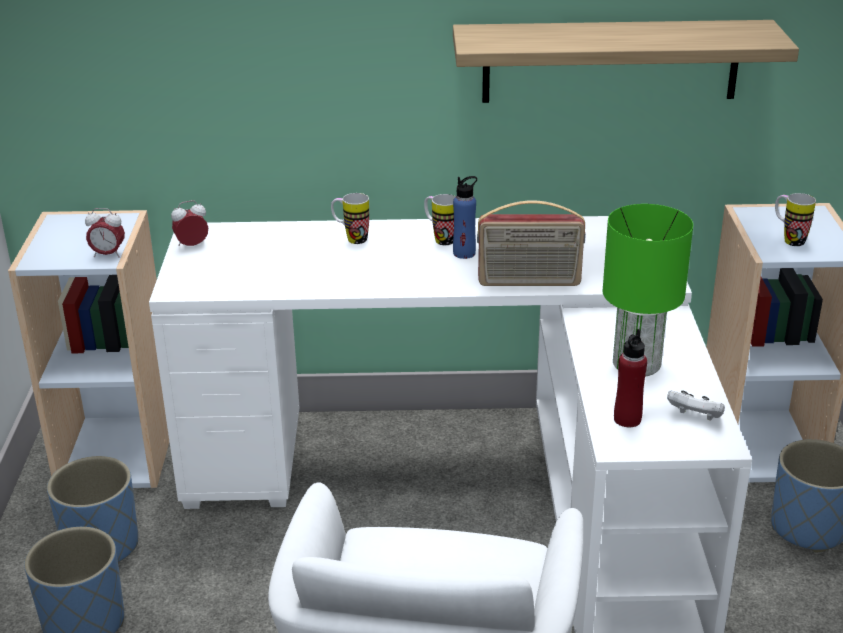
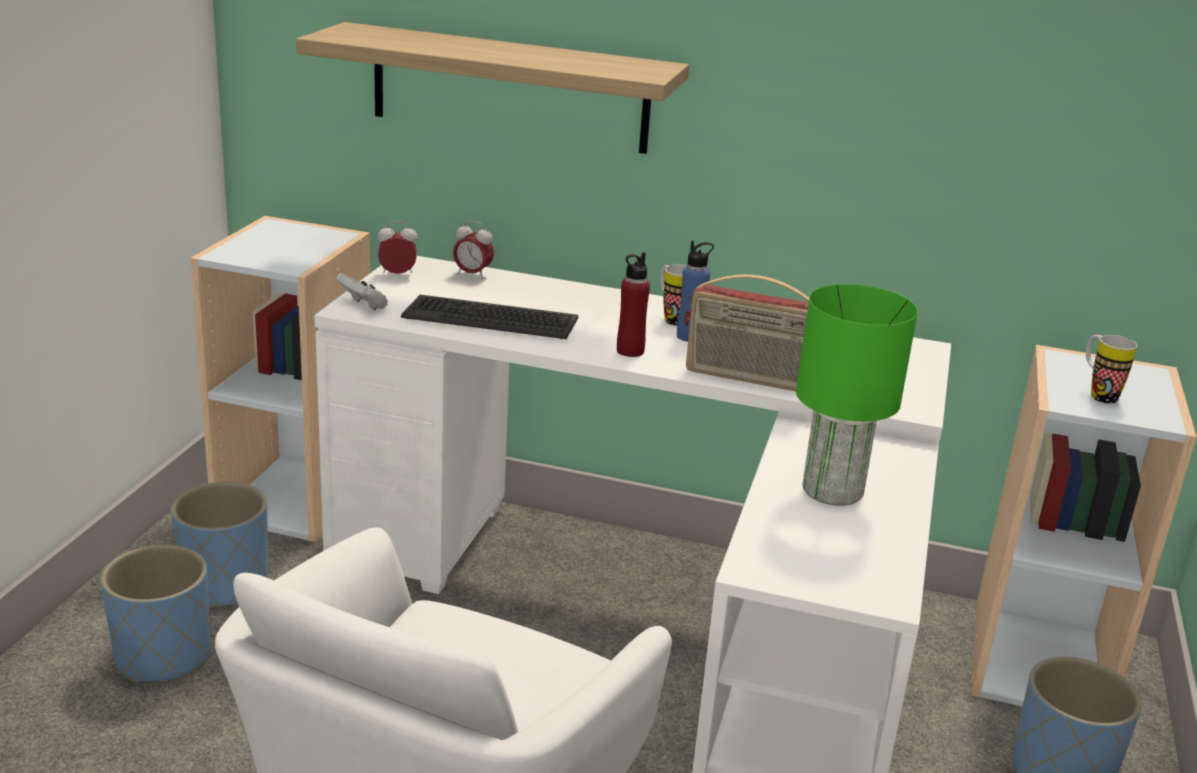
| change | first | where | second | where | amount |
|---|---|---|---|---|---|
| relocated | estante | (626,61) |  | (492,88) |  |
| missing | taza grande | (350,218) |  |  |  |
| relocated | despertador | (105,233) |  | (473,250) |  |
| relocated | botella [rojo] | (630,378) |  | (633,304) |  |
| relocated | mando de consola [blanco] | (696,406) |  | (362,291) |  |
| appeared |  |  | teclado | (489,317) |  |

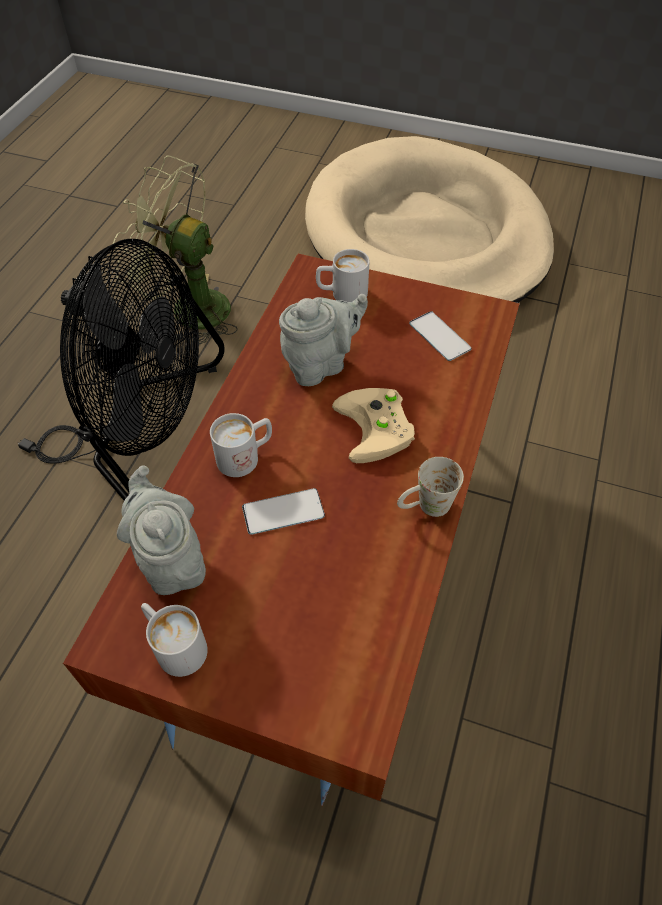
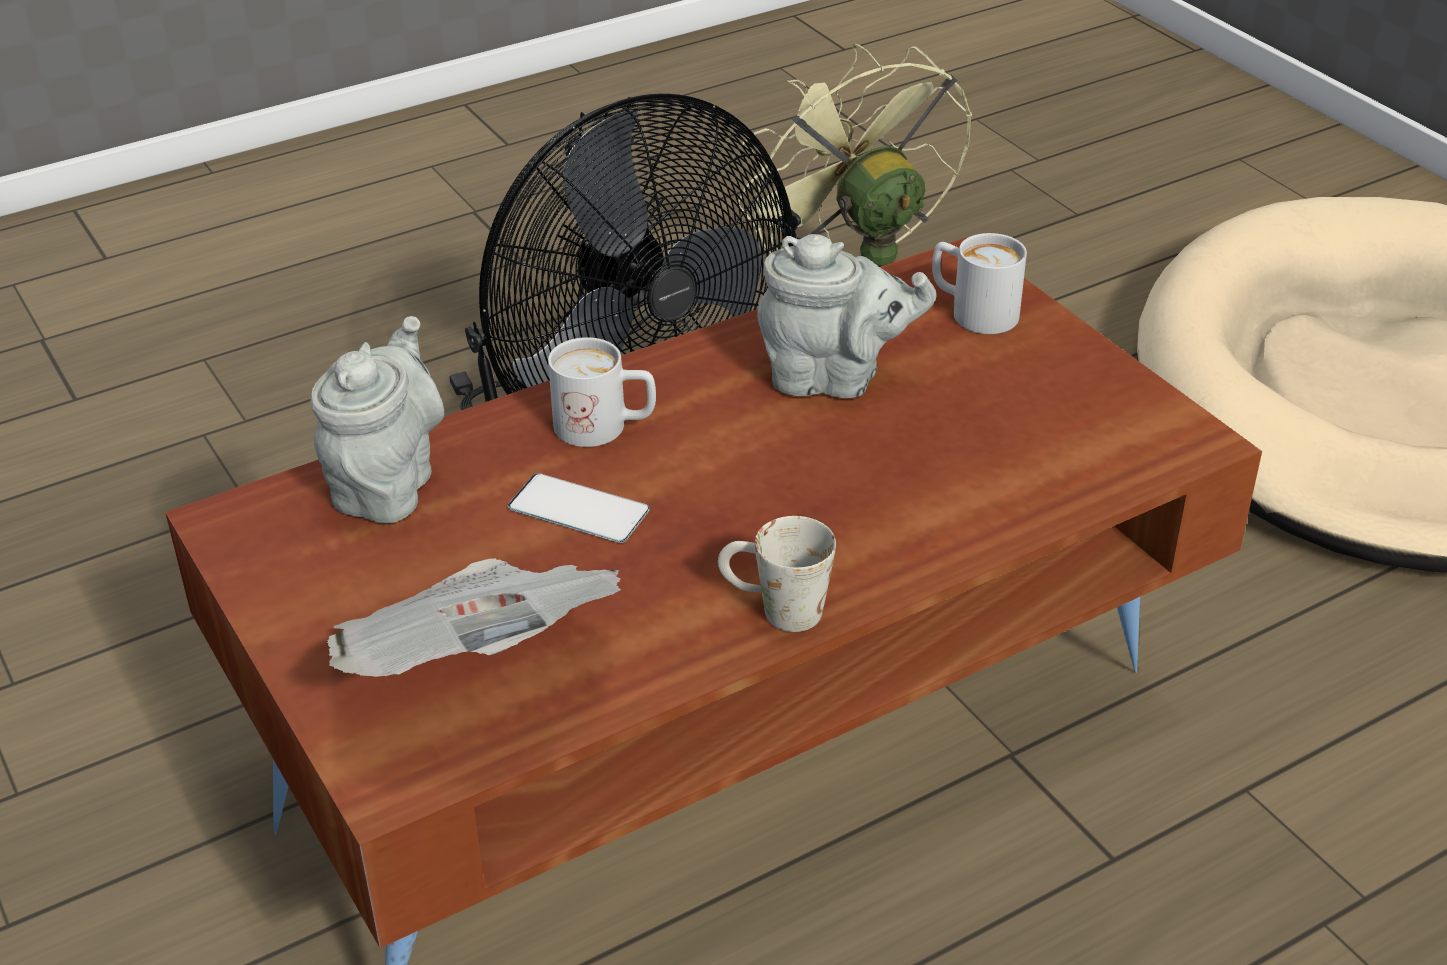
| change | first | where | second | where | amount |
|---|---|---|---|---|---|
| missing | móvil | (440,336) |  |  |  |
| missing | mando de consola [beis] | (373,425) |  |  |  |
| missing | taza grande [blanco] | (174,640) |  |  |  |
| appeared |  |  | periódico | (474,617) |  |

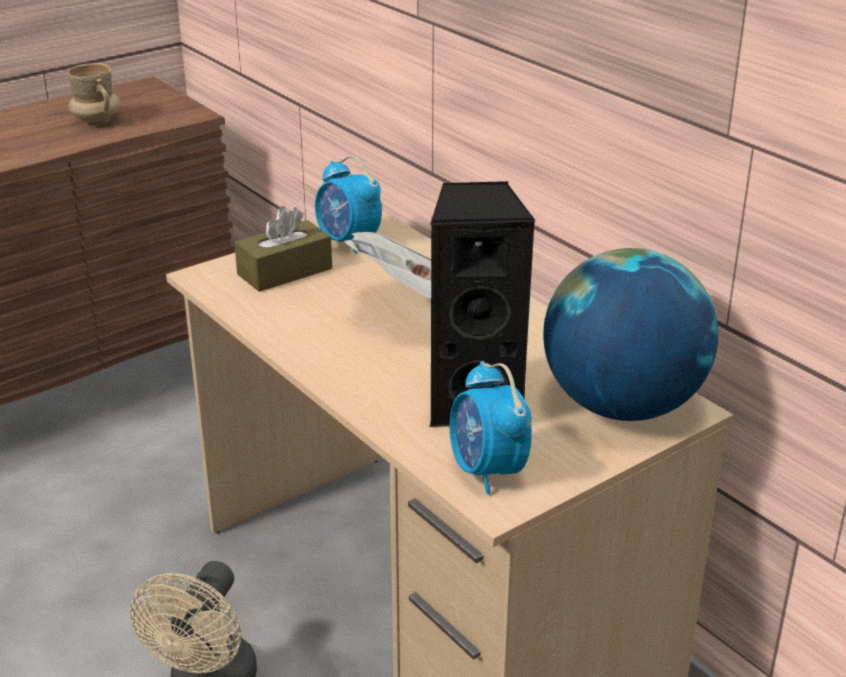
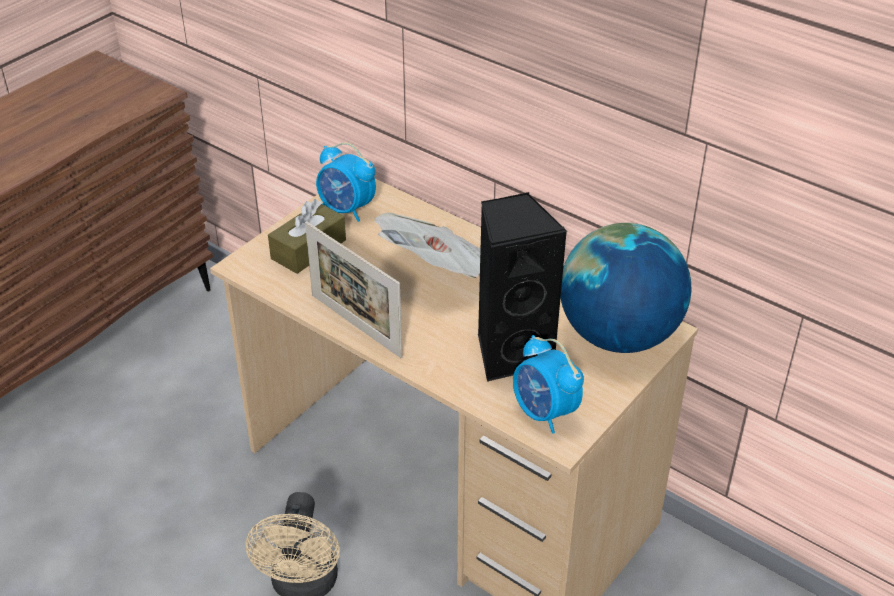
| change | first | where | second | where | amount |
|---|---|---|---|---|---|
| missing | taza grande [beis] | (94,94) |  |  |  |
| appeared |  |  | portarretratos | (353,289) |  |

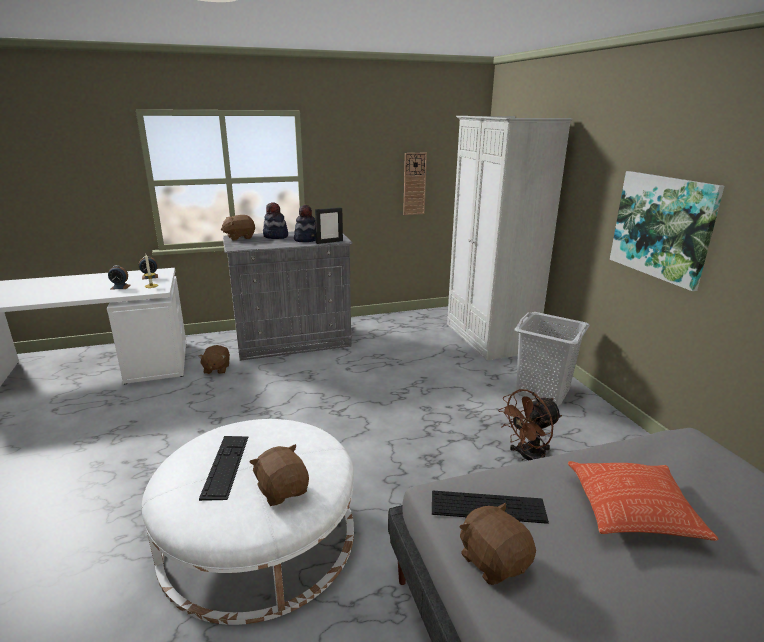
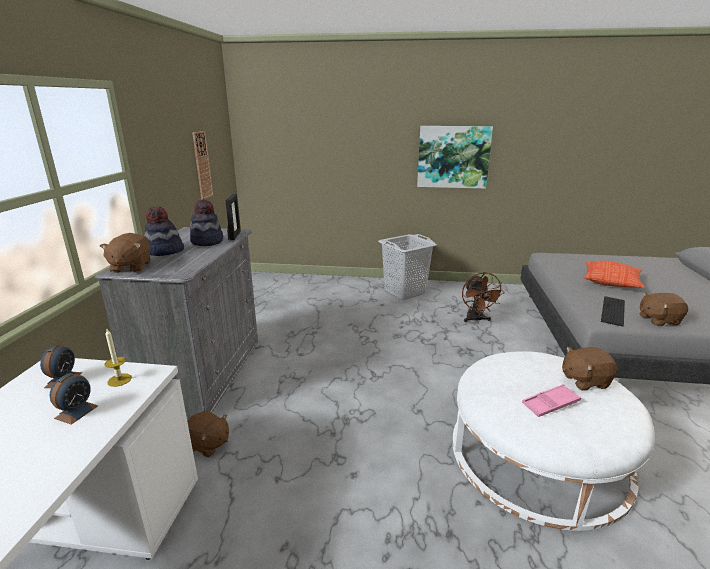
| change | first | where | second | where | amount |
|---|---|---|---|---|---|
| missing | armario ropero [blanco] | (510,238) |  |  |  |
| exchanged | teclado | (223,468) | bandeja [rosa] | (551,400) |  |

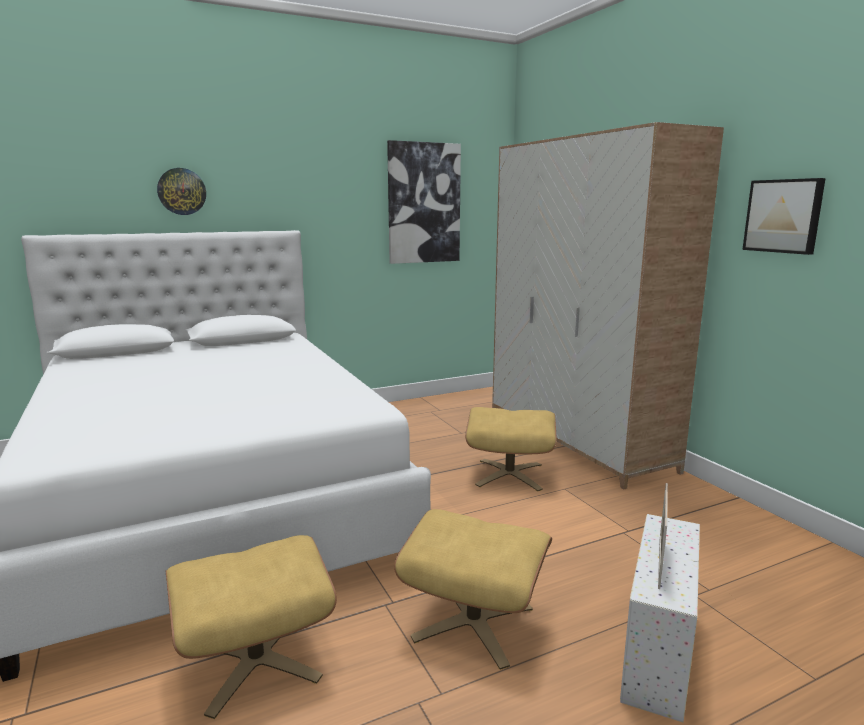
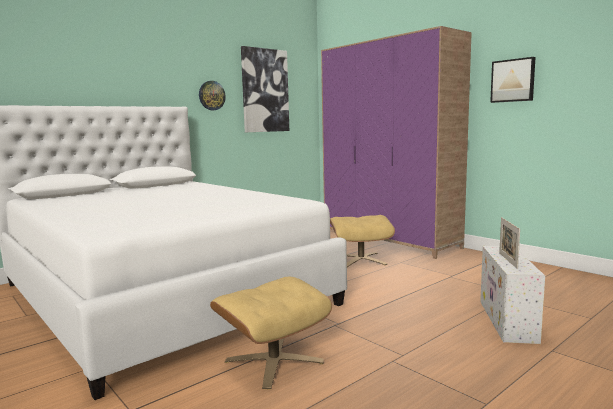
| change | first | where | second | where | amount |
|---|---|---|---|---|---|
| colour | armario ropero [blanco] | (608,306) | armario ropero [morado] | (396,142) |  |
| relocated | reloj de pared | (181,191) |  | (212,95) |  |
| missing | puf [beis] | (473,589) |  |  |  |

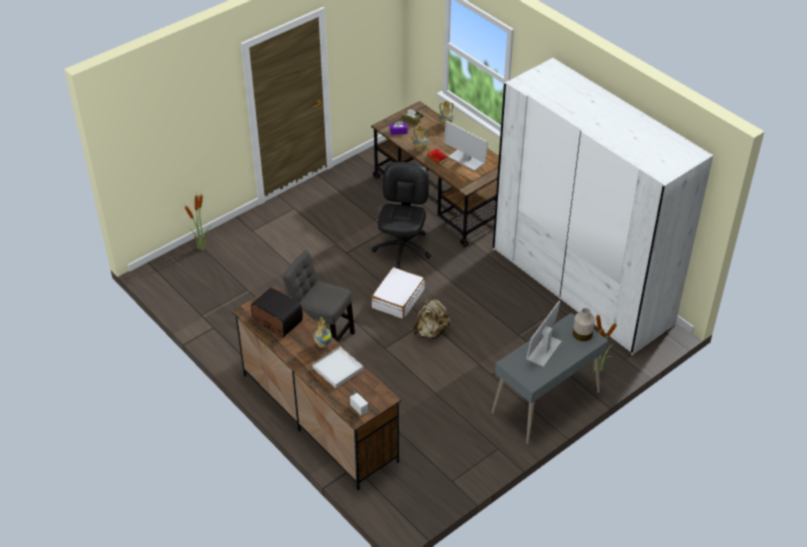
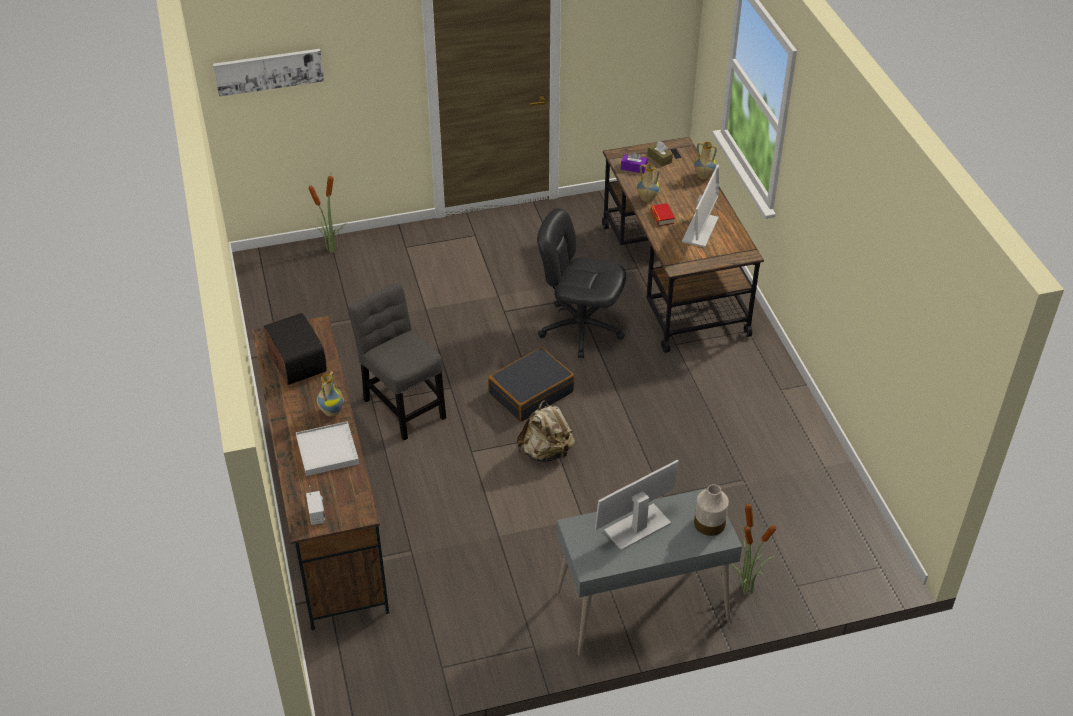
| change | first | where | second | where | amount |
|---|---|---|---|---|---|
| missing | armario ropero [blanco] | (603,206) |  |  |  |
| spun | monitor | (466,146) |  | (700,206) | 135 degrees counterclockwise |
| spun | silla de oficina [negro] | (401,215) |  | (581,283) | 105 degrees counterclockwise |
| colour | maleta [blanco] | (398,293) | maleta [negro] | (531,384) |  |
| appeared |  |  | cuadro | (268,73) |  |

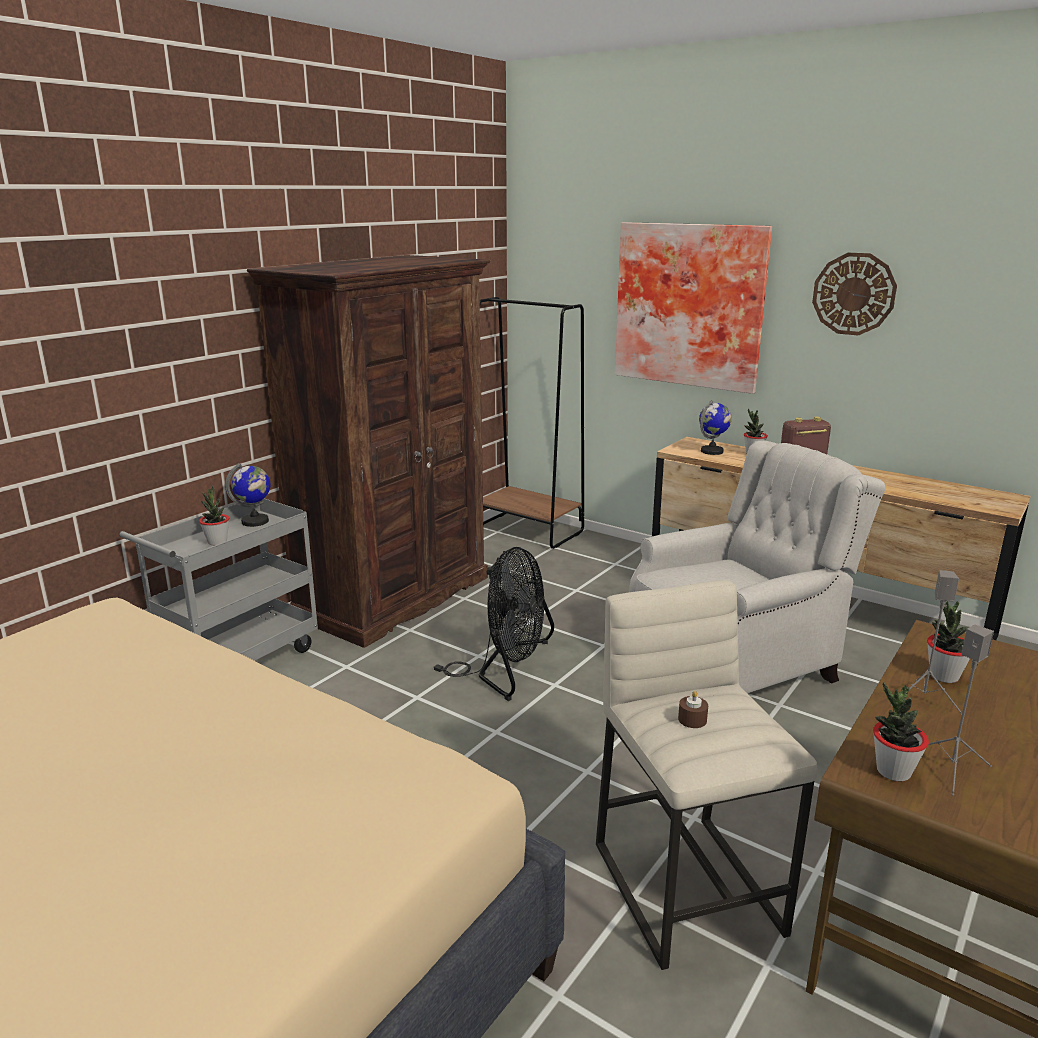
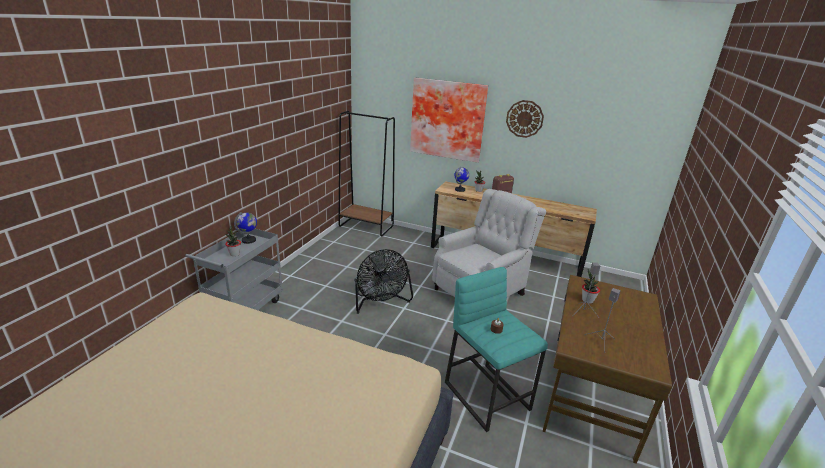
| change | first | where | second | where | amount |
|---|---|---|---|---|---|
| missing | armario ropero [marrón] | (368,451) |  |  |  |
| spun | ventilador [negro] | (493,624) |  | (383,281) | 60 degrees clockwise |
| colour | taburete [beis] | (706,775) | taburete [turquesa] | (496,349) |  |
| missing | planta en maceta | (901,731) |  |  |  |

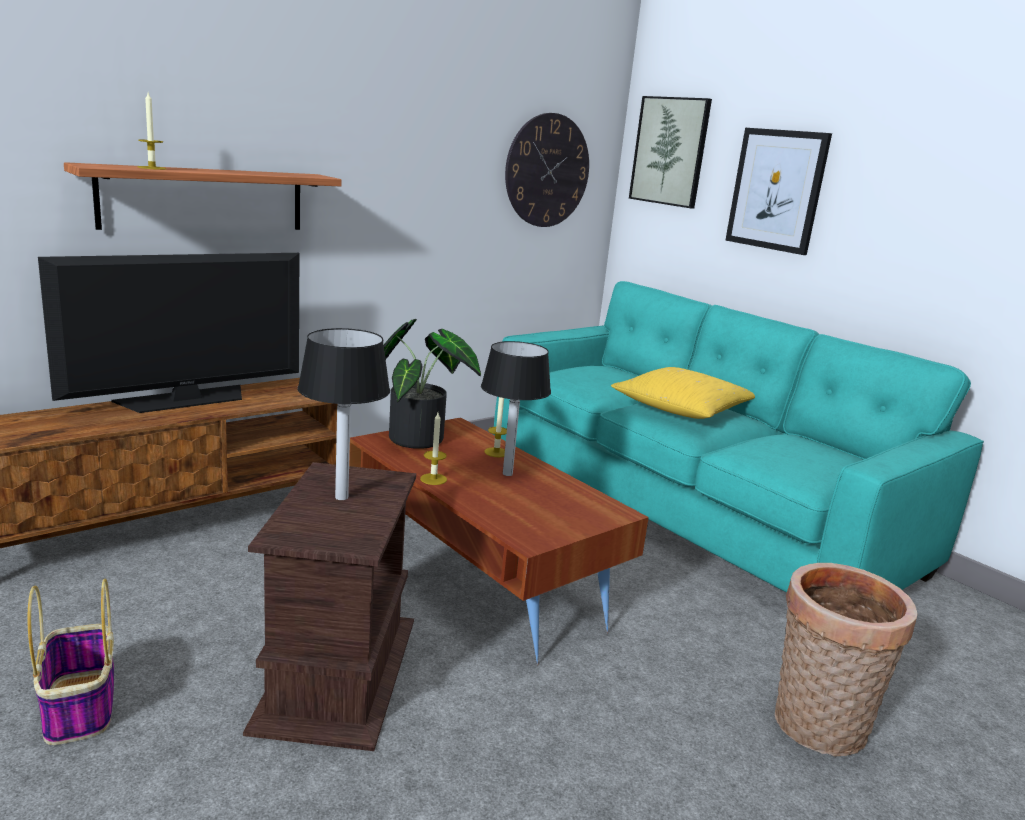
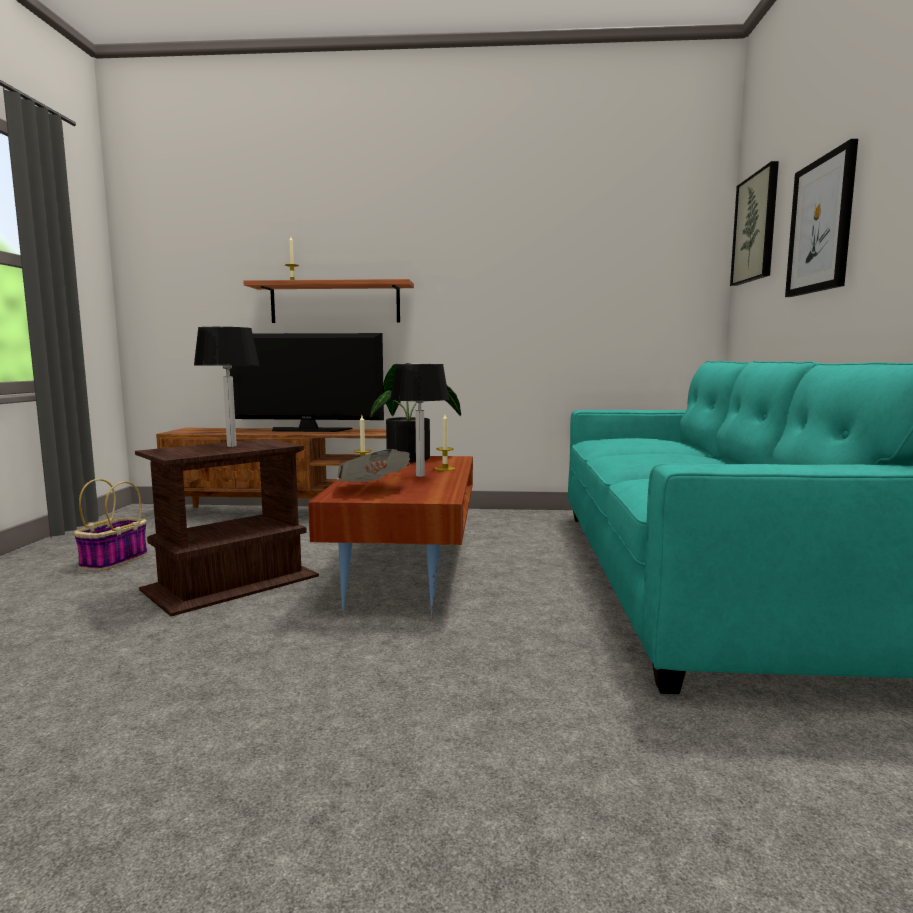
| change | first | where | second | where | amount |
|---|---|---|---|---|---|
| missing | reloj de pared | (547,170) |  |  |  |
| missing | cojín [amarillo] | (683,393) |  |  |  |
| missing | cesta | (846,659) |  |  |  |
| appeared |  |  | periódico | (373,465) |  |

